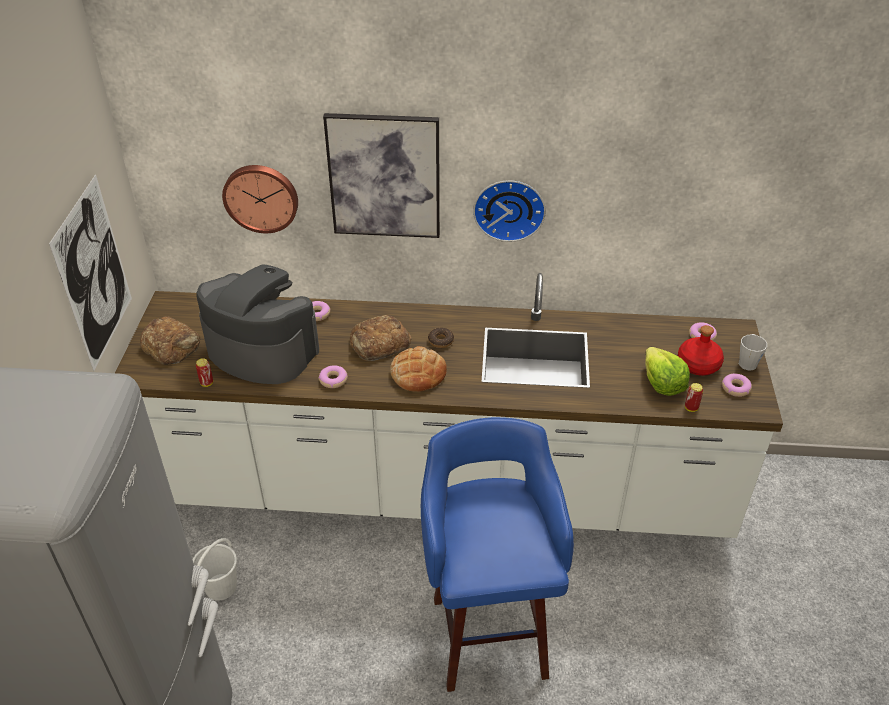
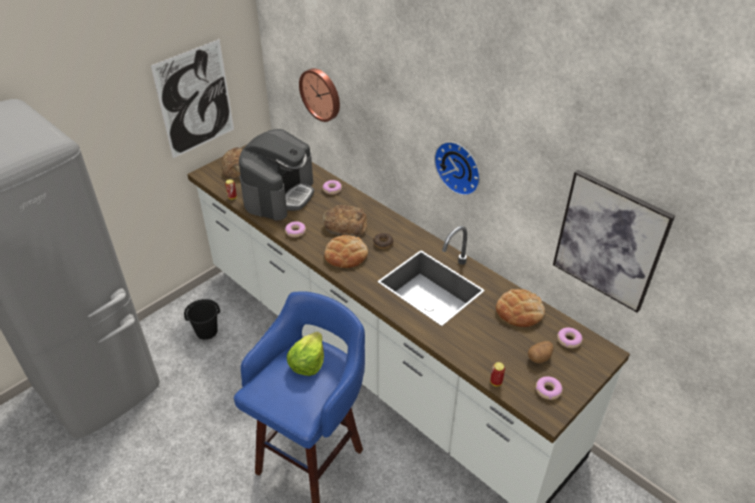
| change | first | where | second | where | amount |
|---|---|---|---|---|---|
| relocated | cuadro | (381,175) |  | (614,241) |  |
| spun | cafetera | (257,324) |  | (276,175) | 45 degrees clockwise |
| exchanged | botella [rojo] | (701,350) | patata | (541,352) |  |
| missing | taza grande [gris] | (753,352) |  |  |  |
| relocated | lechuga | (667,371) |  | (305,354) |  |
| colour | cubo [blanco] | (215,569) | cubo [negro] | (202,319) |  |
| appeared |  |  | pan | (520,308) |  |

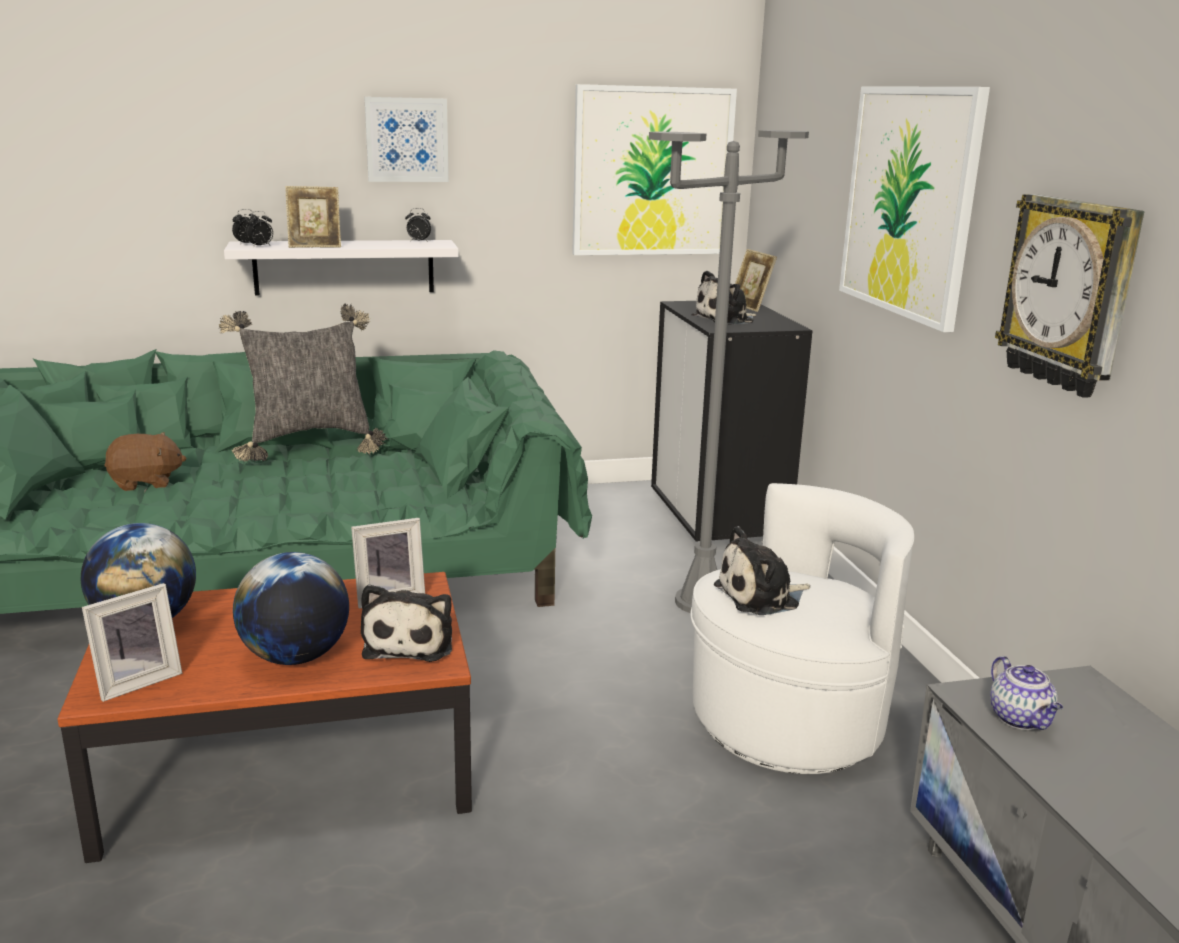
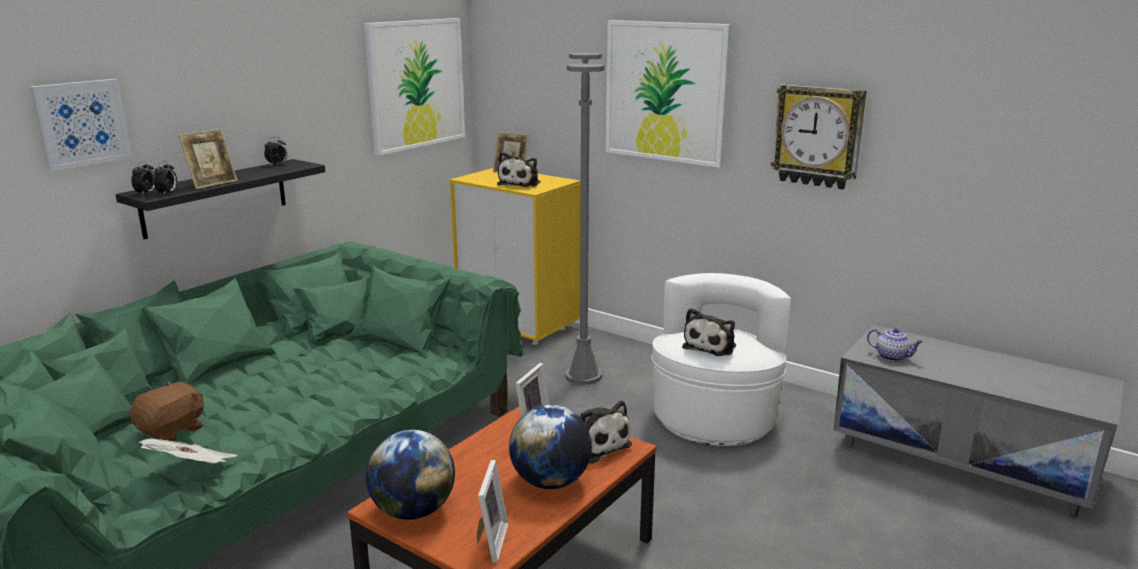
| change | first | where | second | where | amount |
|---|---|---|---|---|---|
| relocated | cuadro | (406,139) |  | (81,125) |  |
| colour | estante [blanco] | (341,267) | estante [negro] | (220,199) |  |
| colour | armario [negro] | (732,422) | armario [amarillo] | (515,256) |  |
| missing | cojín | (303,382) |  |  |  |
| appeared |  |  | periódico | (188,451) |  |

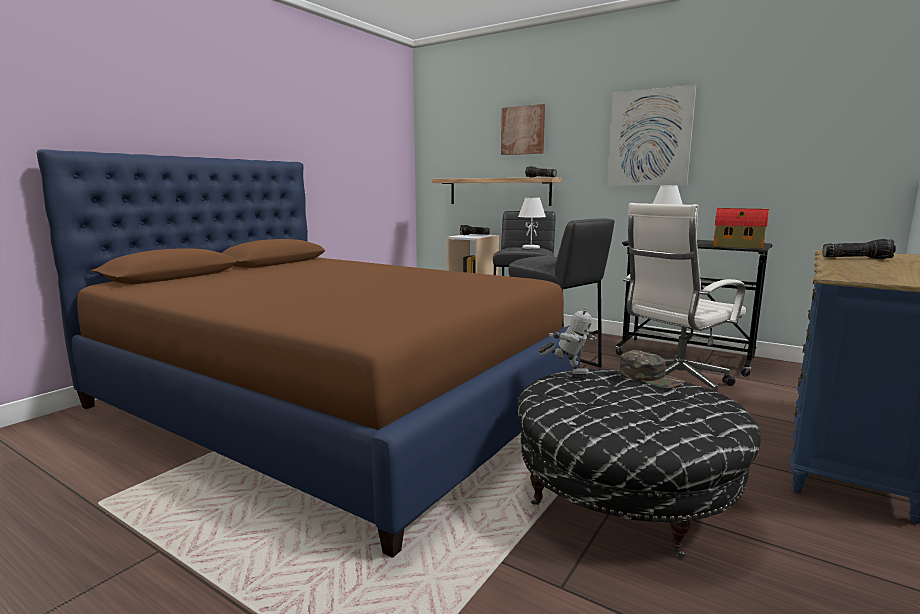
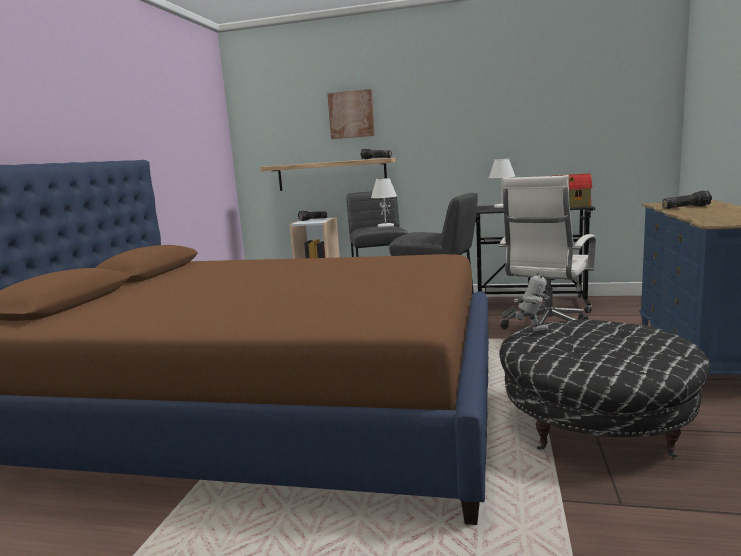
| change | first | where | second | where | amount |
|---|---|---|---|---|---|
| missing | cuadro | (651,135) |  |  |  |
| missing | gorra [verde] | (652,369) |  |  |  |

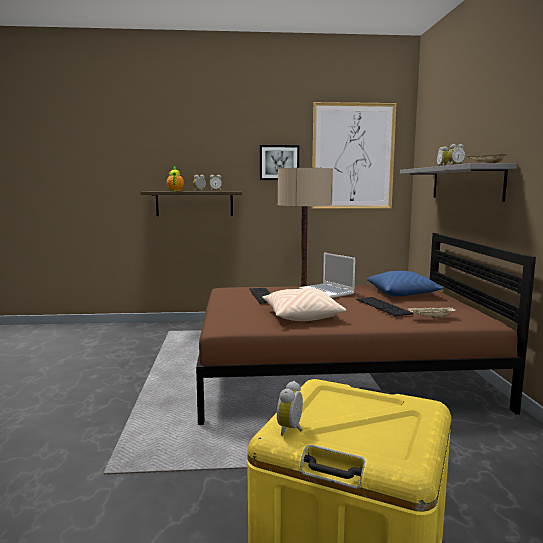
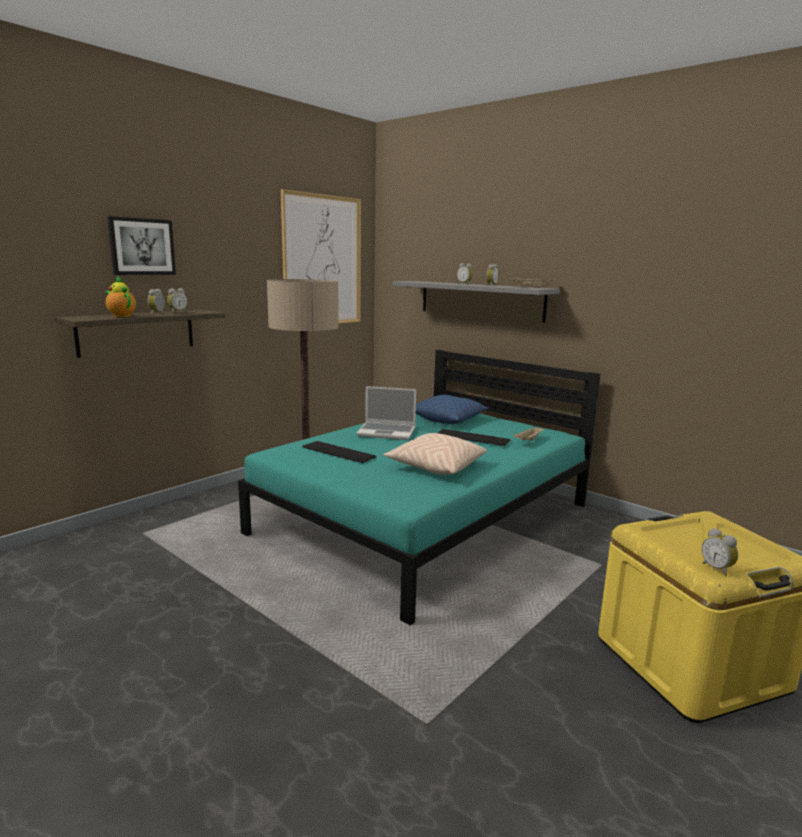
| change | first | where | second | where | amount |
|---|---|---|---|---|---|
| relocated | cuadro | (279,162) |  | (141,245) |  |
| colour | cama [marrón] | (366,329) | cama [turquesa] | (419,488) |  |

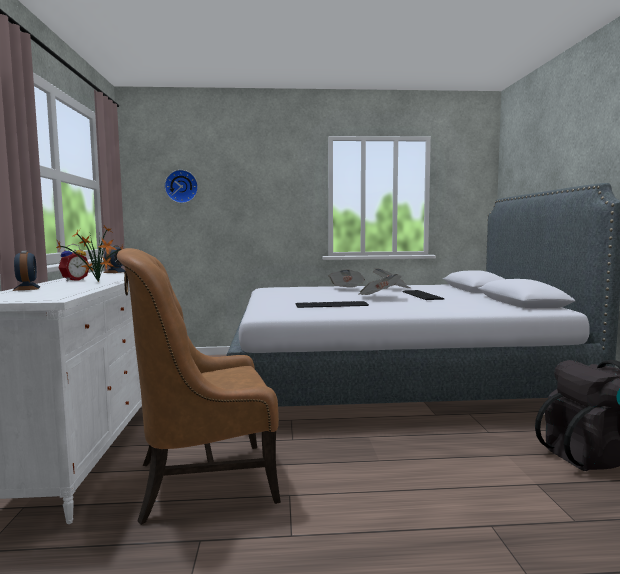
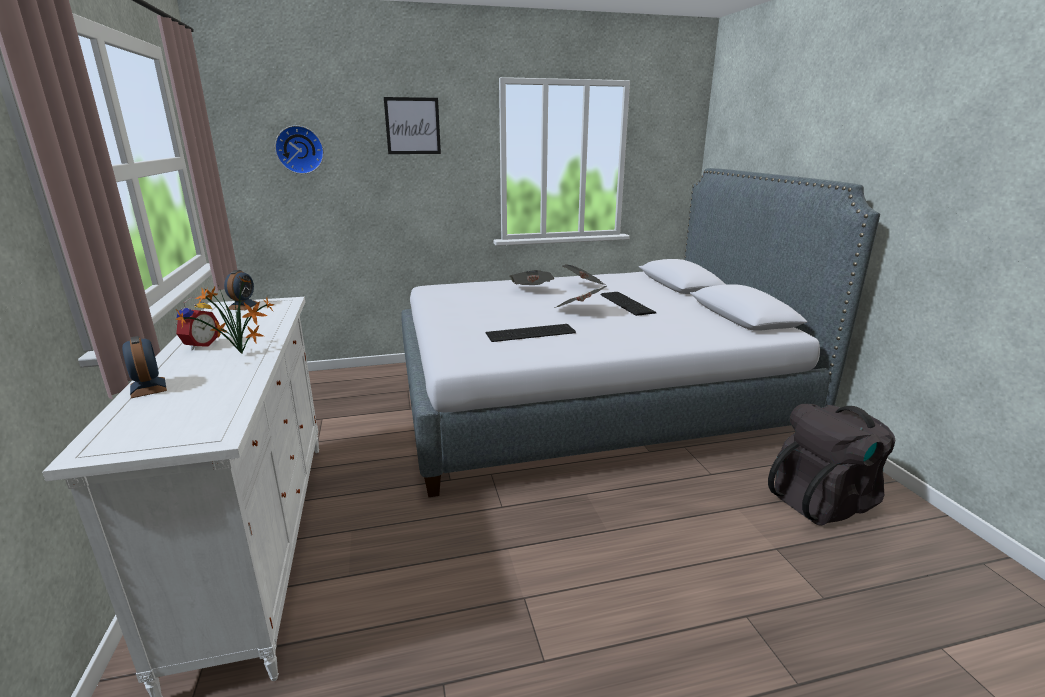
| change | first | where | second | where | amount |
|---|---|---|---|---|---|
| missing | silla [marrón] | (199,386) |  |  |  |
| appeared |  |  | cuadro | (412,125) |  |

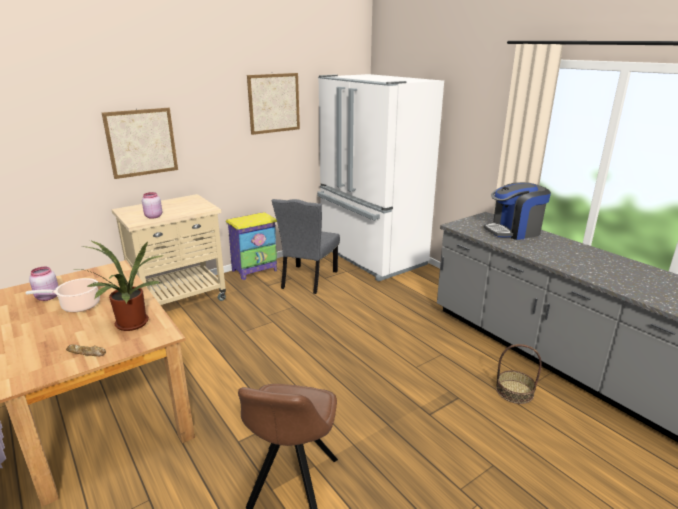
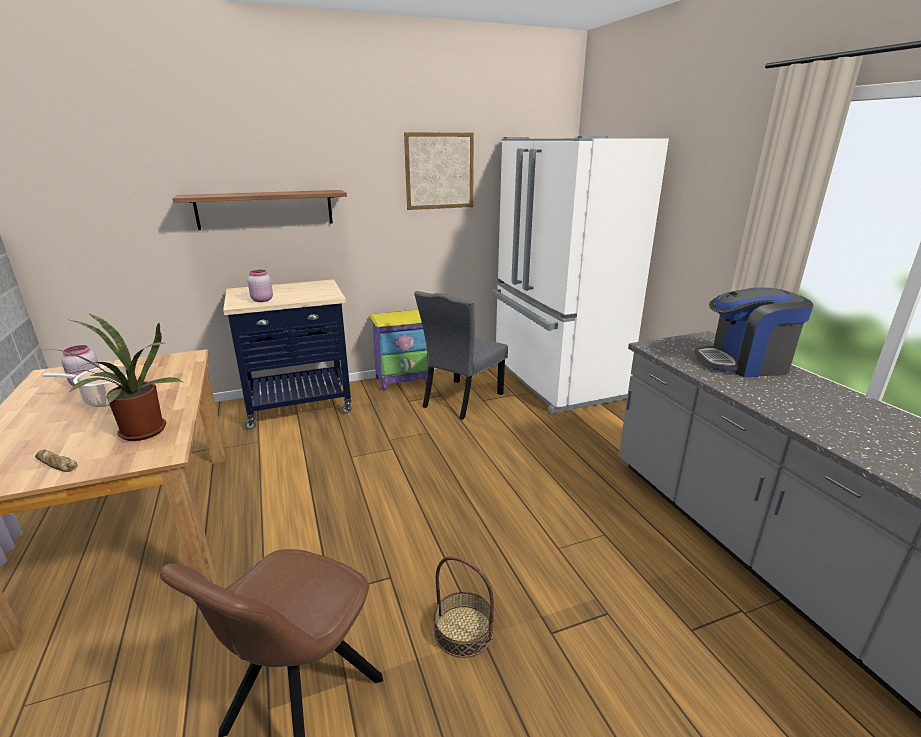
| change | first | where | second | where | amount |
|---|---|---|---|---|---|
| exchanged | cuadro | (140,143) | estante | (259,210) |  |
| colour | carrito [beis] | (169,249) | carrito [azul] | (287,354) |  |
| relocated | cesta | (519,374) |  | (464,607) |  |

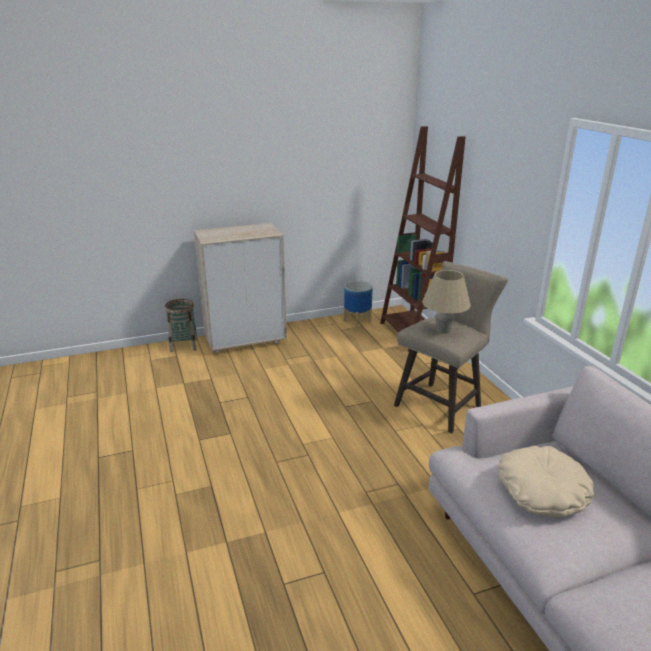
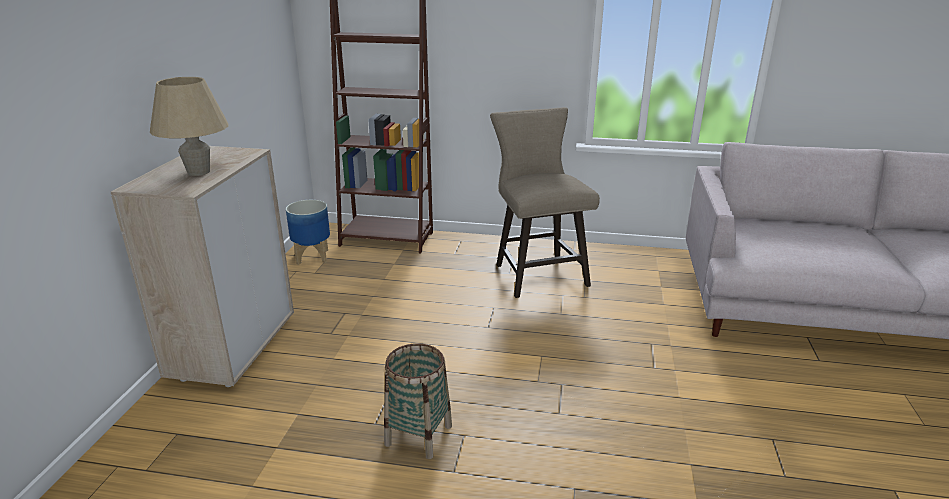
| change | first | where | second | where | amount |
|---|---|---|---|---|---|
| relocated | lámpara de mesa [beis] | (446,302) |  | (189,126) |  |
| relocated | cesta | (181,325) |  | (418,401) |  |
| missing | cojín [beis] | (546,482) |  |  |  |

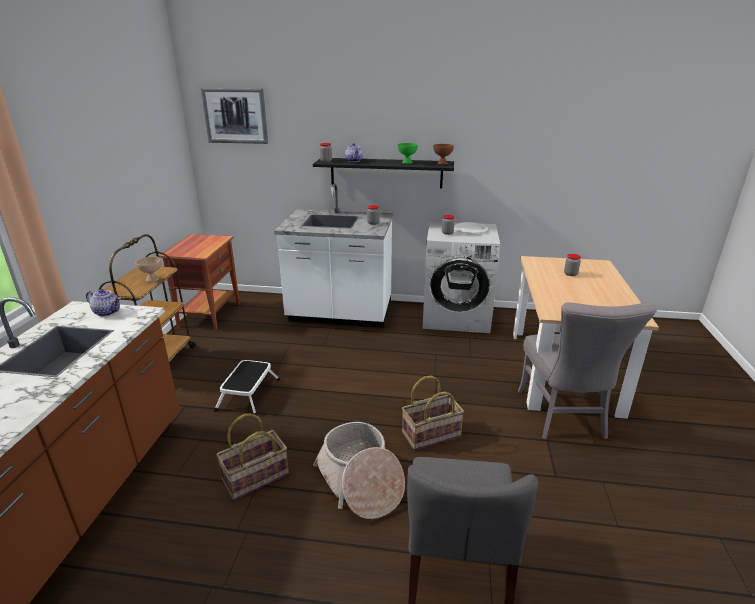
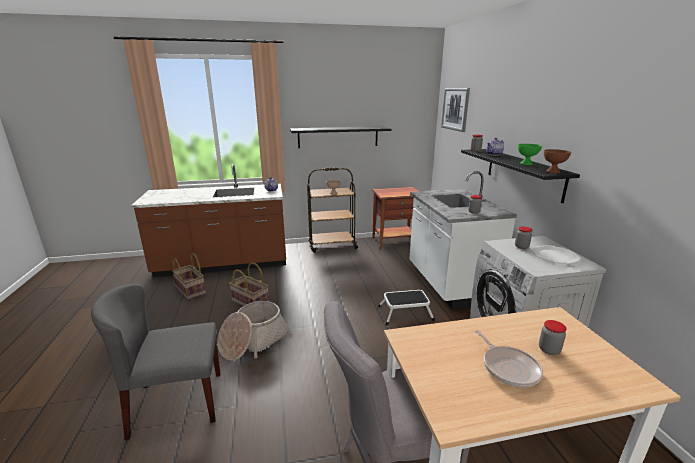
| change | first | where | second | where | amount |
|---|---|---|---|---|---|
| relocated | escalera de tijera [negro] | (247,388) |  | (406,307) |  |
| relocated | cesta | (433,413) |  | (189,276) |  |
| appeared |  |  | estante [negro] | (341,137) |  |
| appeared |  |  | sartén | (509,358) |  |

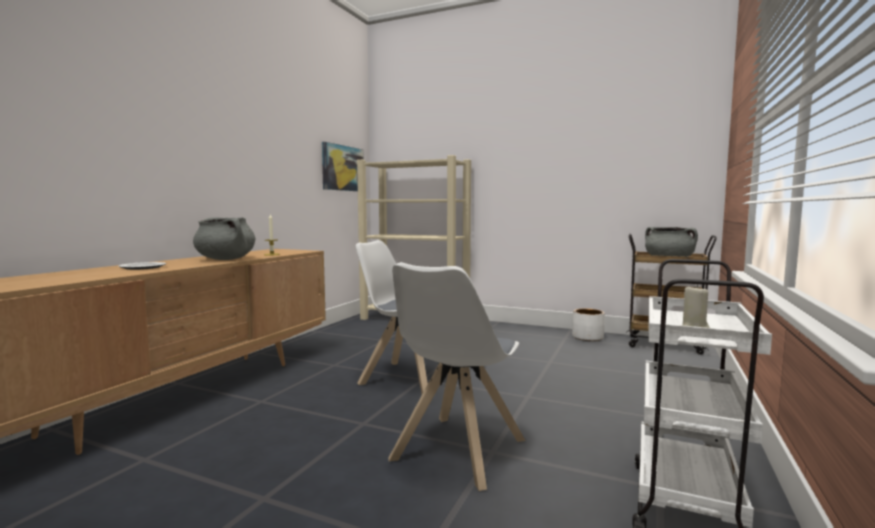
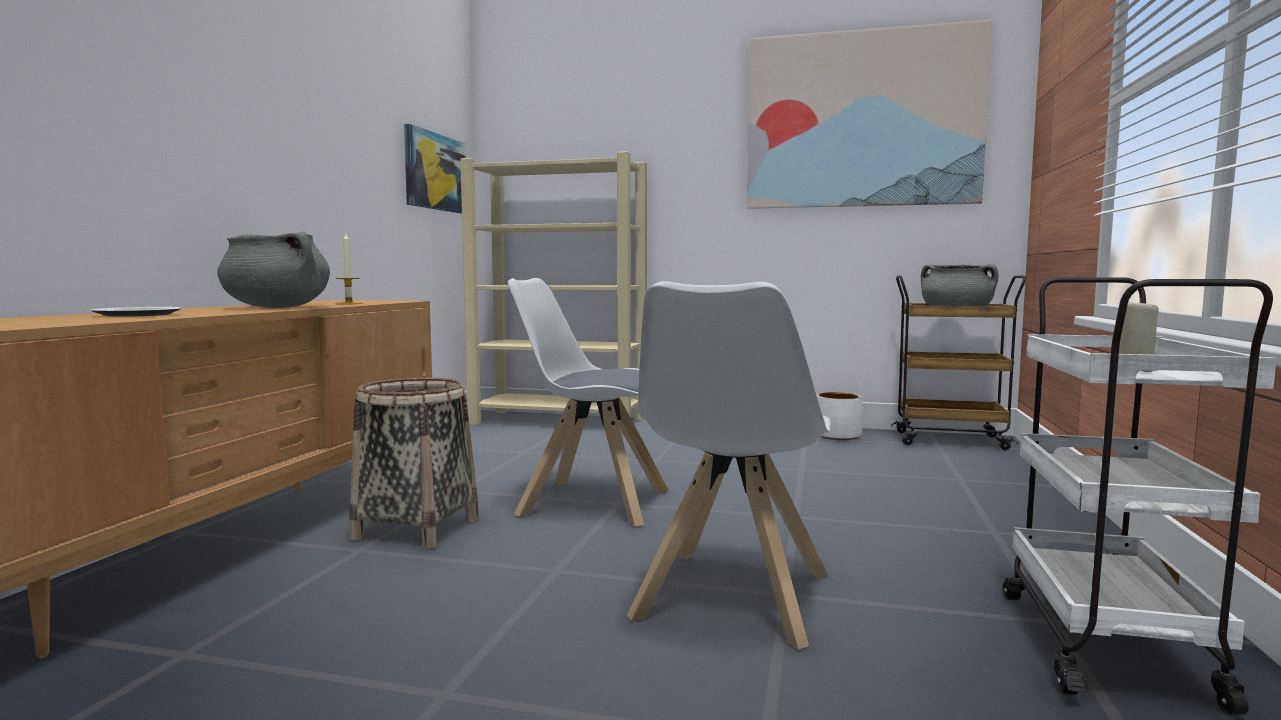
| change | first | where | second | where | amount |
|---|---|---|---|---|---|
| appeared |  |  | cuadro | (869,114) |  |
| appeared |  |  | cesta | (414,463) |  |

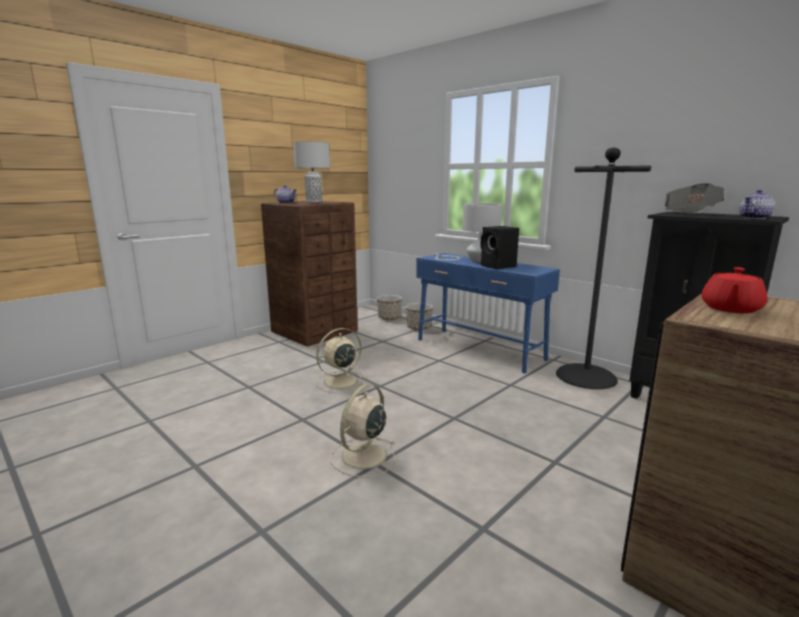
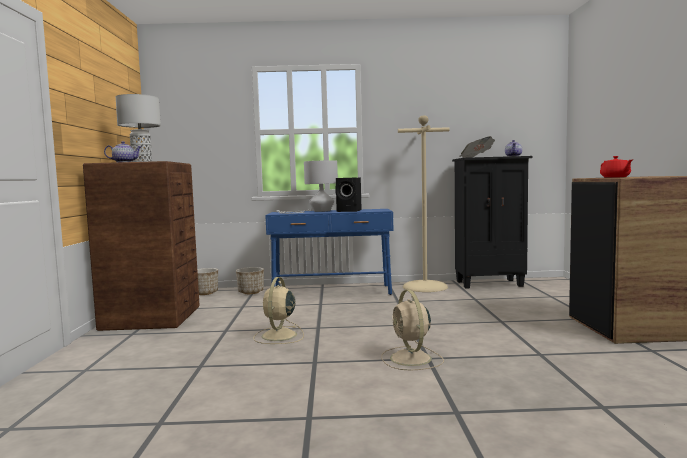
| change | first | where | second | where | amount |
|---|---|---|---|---|---|
| colour | perchero [negro] | (603,268) | perchero [beis] | (424,203) |  |

